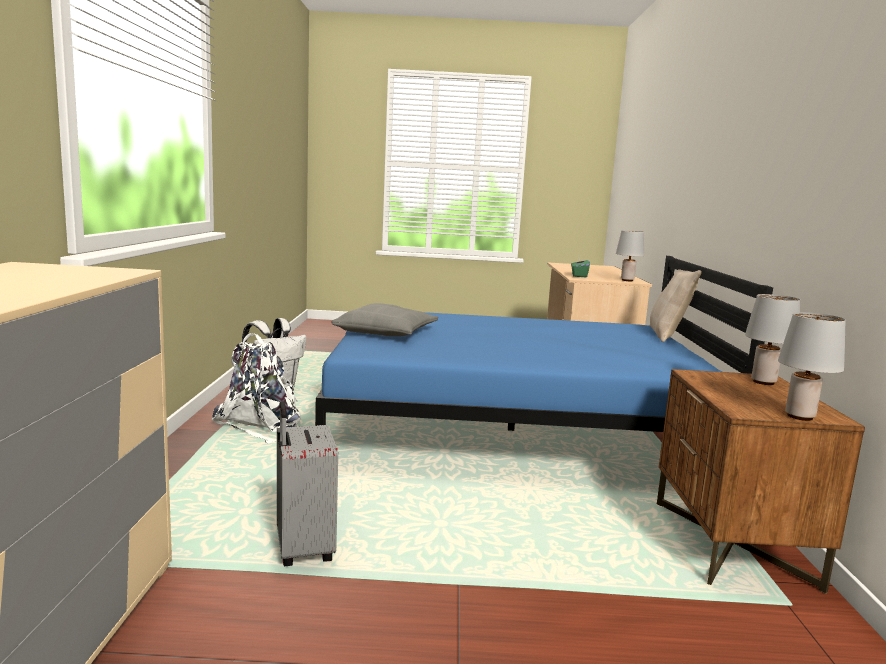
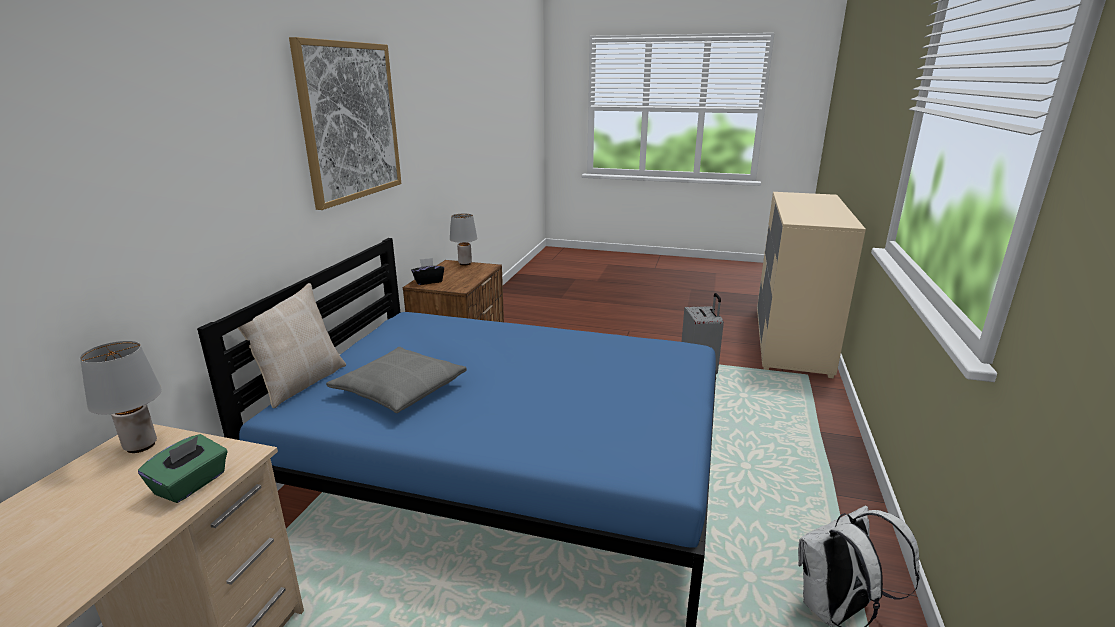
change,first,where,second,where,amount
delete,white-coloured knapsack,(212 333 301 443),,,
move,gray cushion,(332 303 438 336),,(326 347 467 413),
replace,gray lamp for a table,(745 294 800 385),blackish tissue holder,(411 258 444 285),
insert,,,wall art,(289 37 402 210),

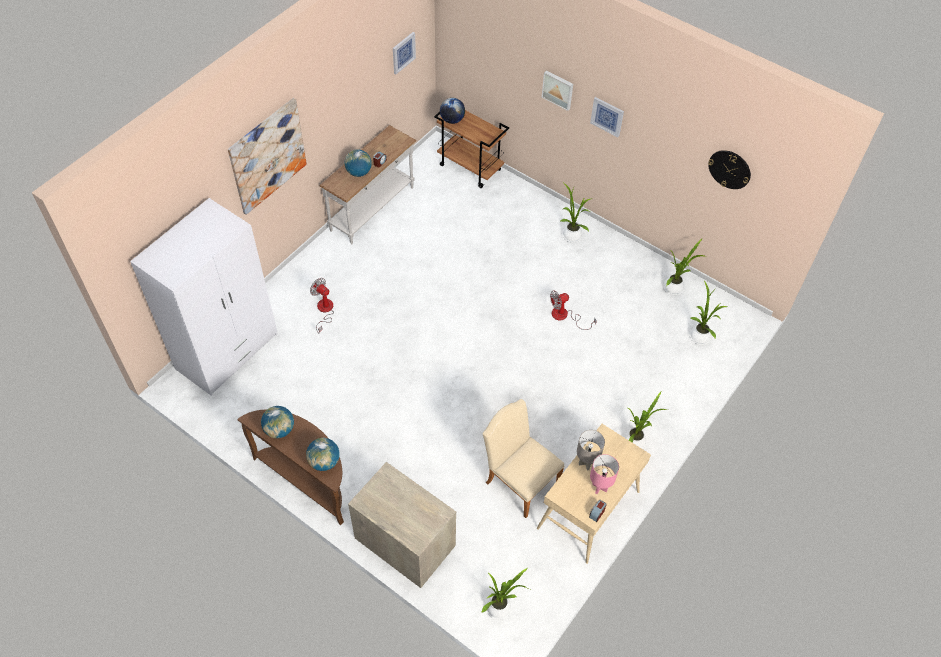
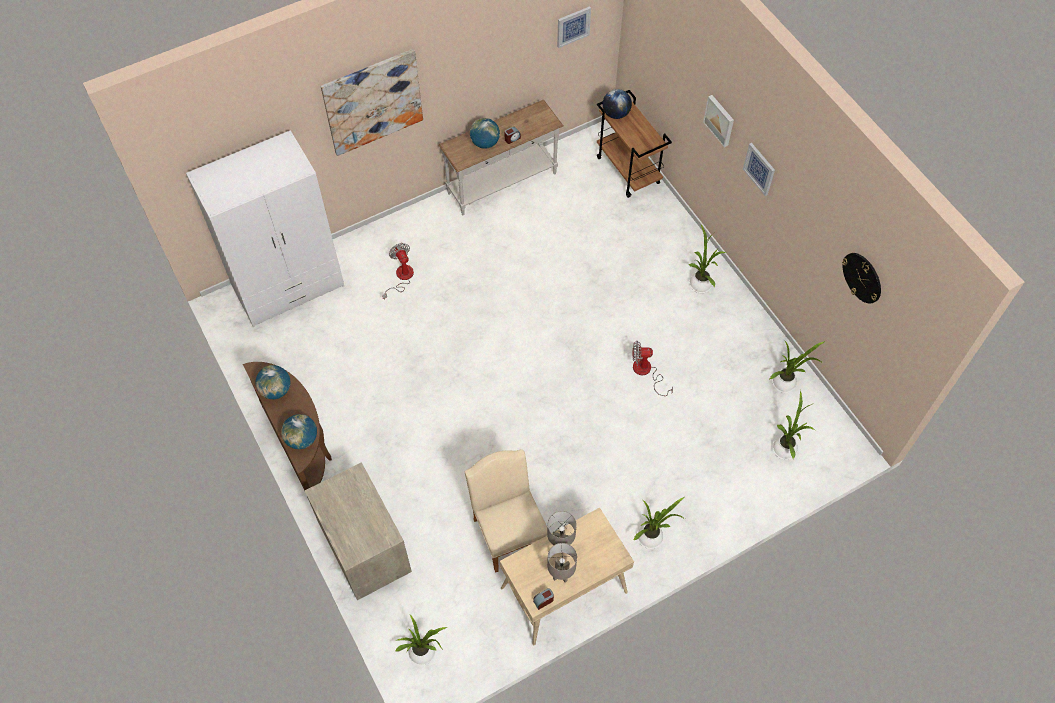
change,first,where,second,where,amount
recolor,pink lamp for a table,(590 454 619 494),gray lamp for a table,(547 543 577 583),

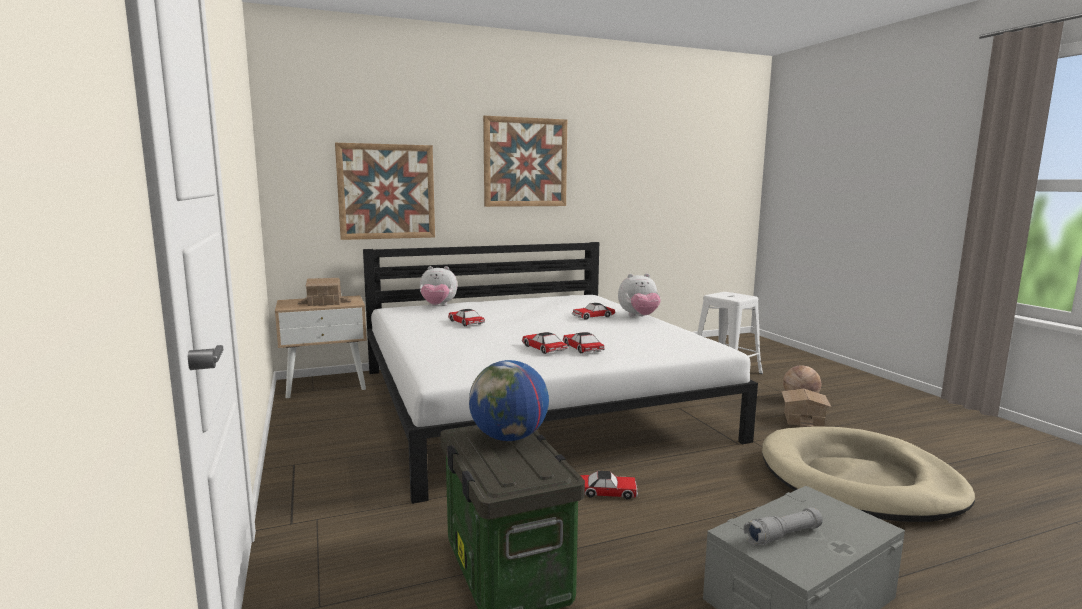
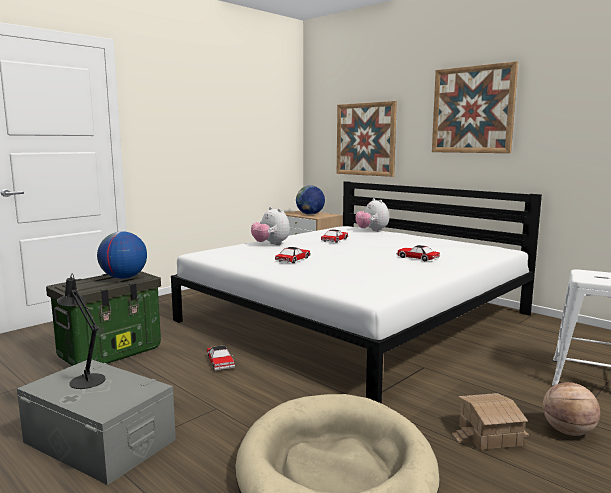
change,first,where,second,where,amount
replace,toy house,(298 278 351 306),desk globe,(296 185 325 215),
delete,miniature car,(563 332 605 353),,,
move,cuddly toy,(618 273 661 317),,(251 207 290 245),
replace,gray flashlight,(743 508 823 546),blackish lamp for a table,(57 273 105 389),

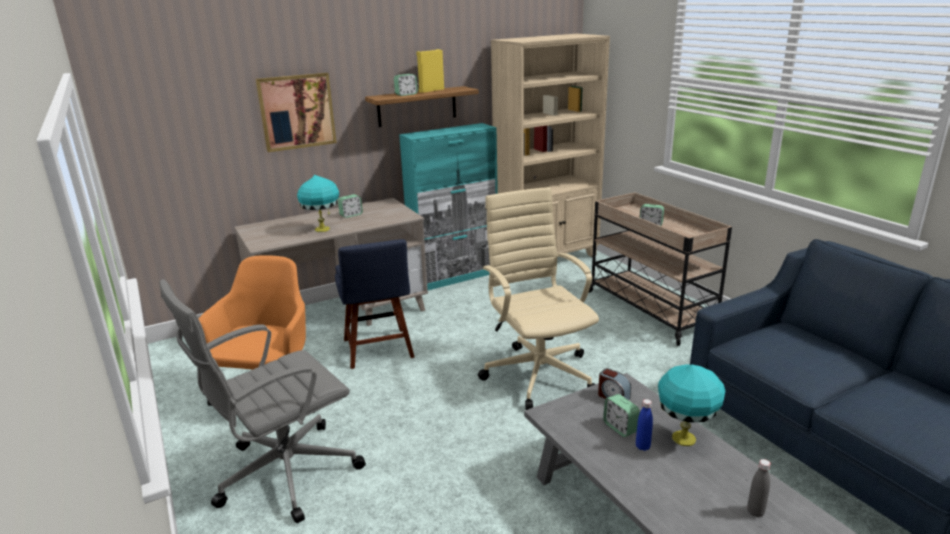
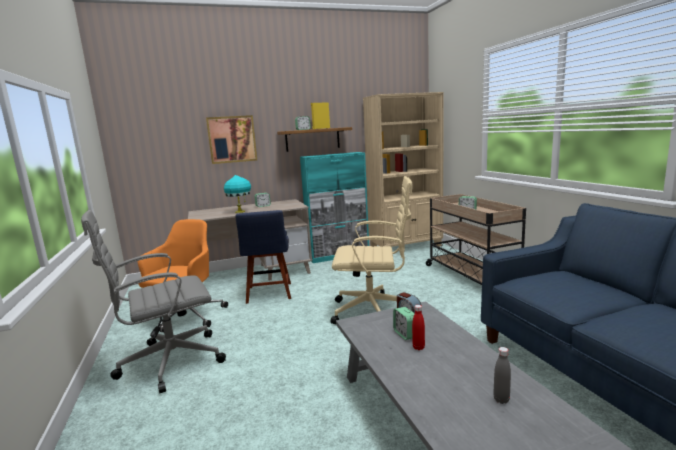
change,first,where,second,where,amount
rotate,beige office chair,(478 187 599 410),,(331 176 412 325),105 degrees clockwise
recolor,bluish drink bottle,(636 399 653 451),red-coloured drink bottle,(412 305 425 350),
delete,turquoise lamp for a table,(658 364 725 446),,,

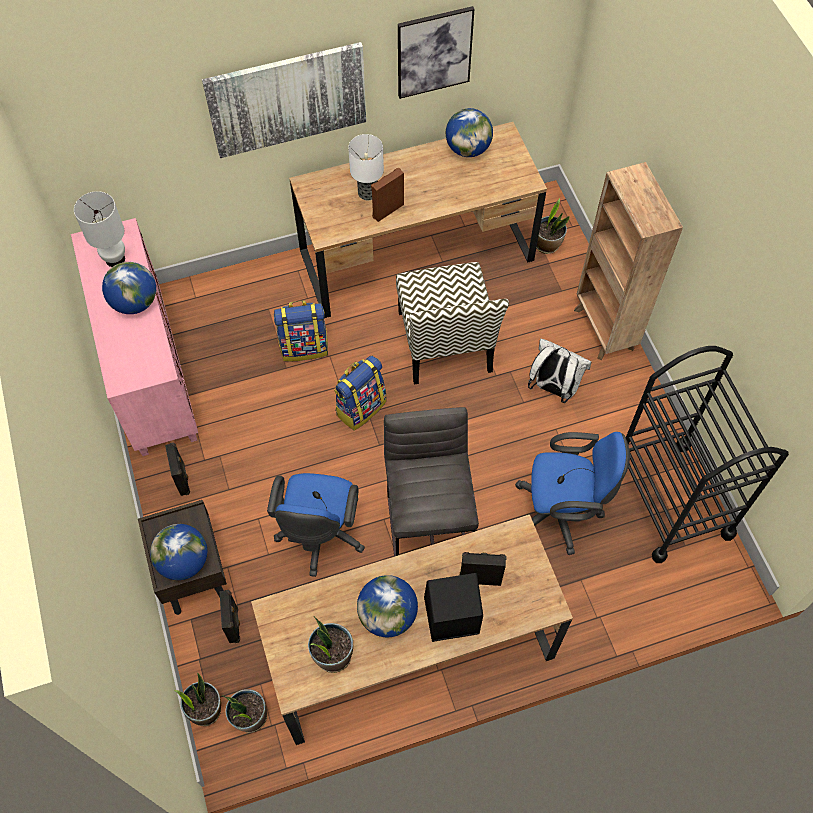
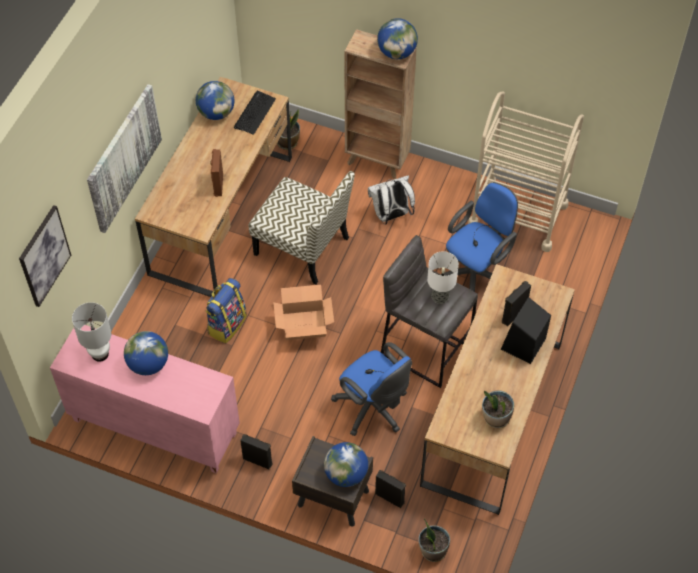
change,first,where,second,where,amount
delete,potted plant,(221 689 267 733),,,
replace,knapsack,(334 356 386 431),carton,(273 285 334 340),
move,lamp for a table,(348 134 384 200),,(427 251 459 304),
move,desk globe,(357 575 418 637),,(377 18 418 59),
move,wall art,(398 6 474 99),,(19 205 71 307),
recolor,blackish wheeled cart,(626 346 789 563),beige wheeled cart,(468 91 584 252),
insert,,,computer keyboard,(234 91 276 135),

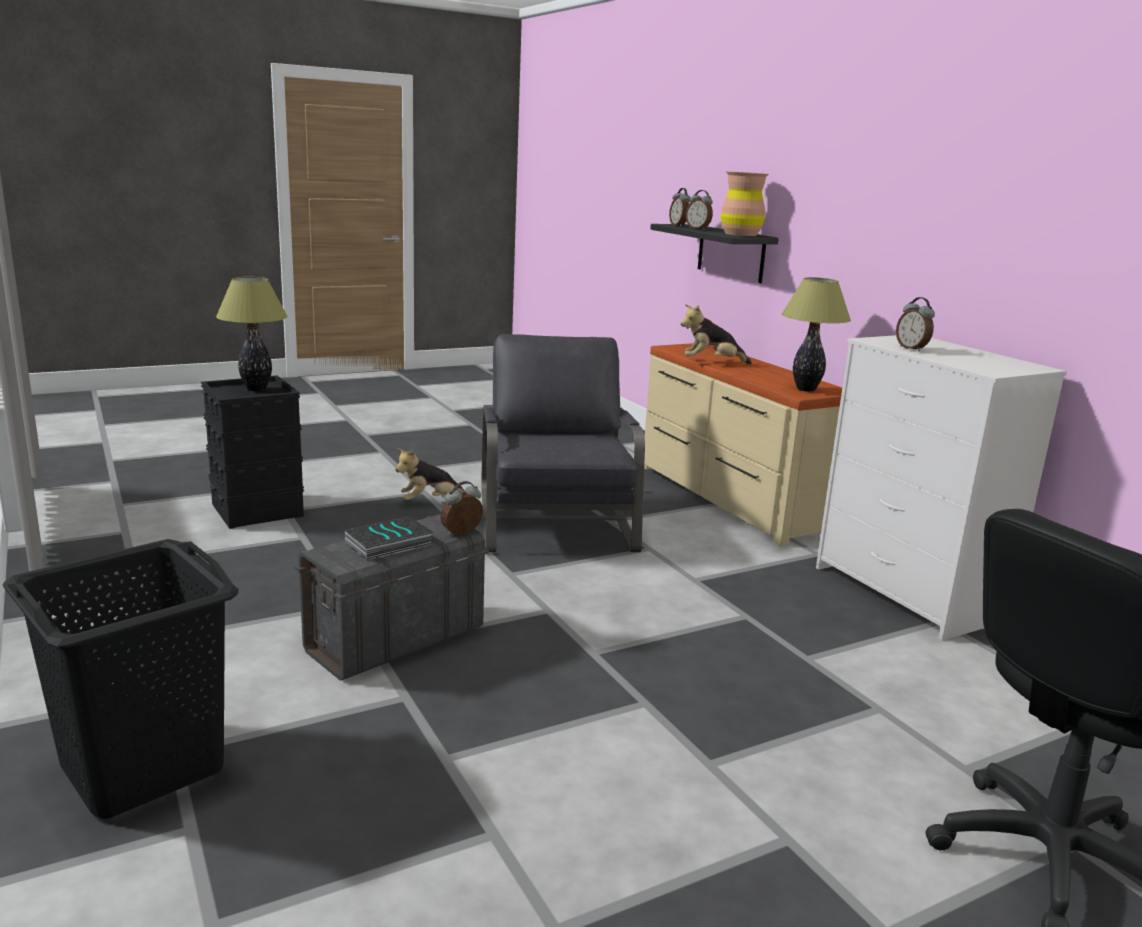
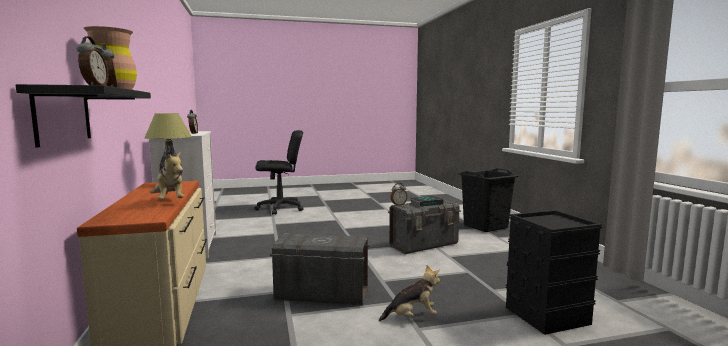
change,first,where,second,where,amount
delete,lamp for a table,(216 277 288 391),,,
replace,gray lounge chair,(481 334 645 552),gray storage bin,(270 233 369 305),
rotate,cuddly toy,(680 304 752 364),,(150 151 184 199),45 degrees clockwise

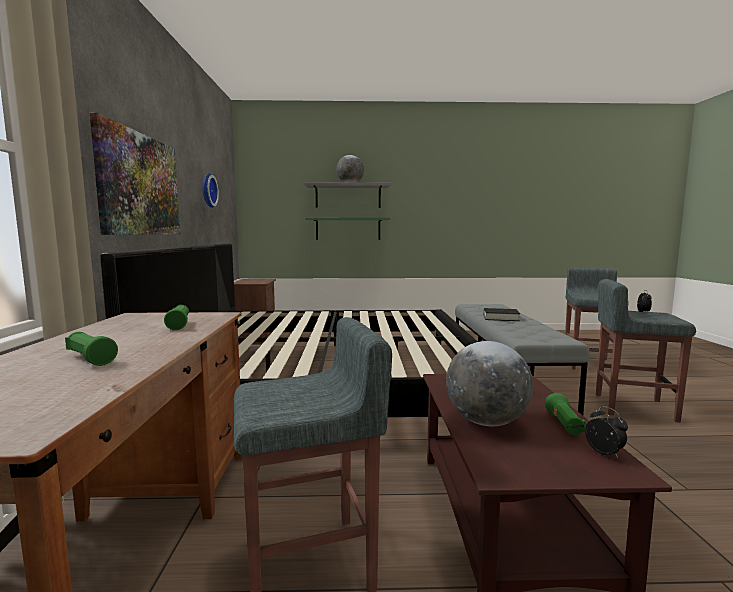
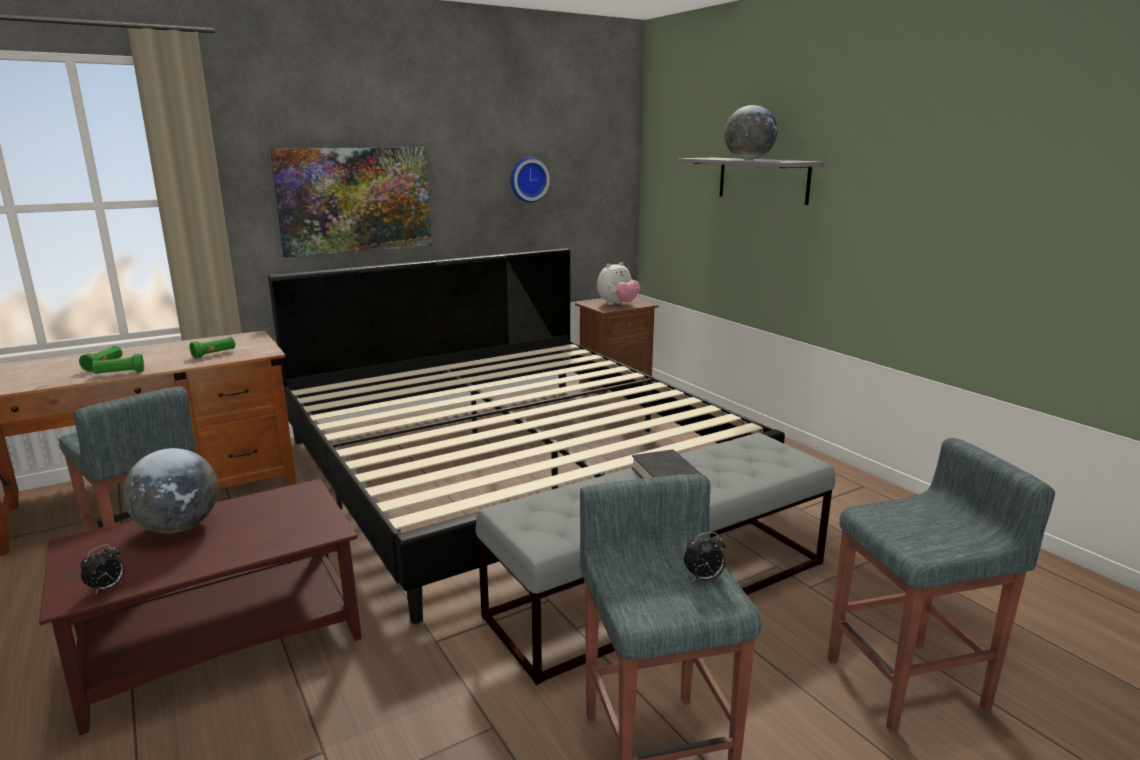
change,first,where,second,where,amount
delete,green bracket shelf,(305 217 390 240),,,
move,green flashlight,(545 393 586 435),,(92 354 144 374),
insert,,,cuddly toy,(597 262 640 305),

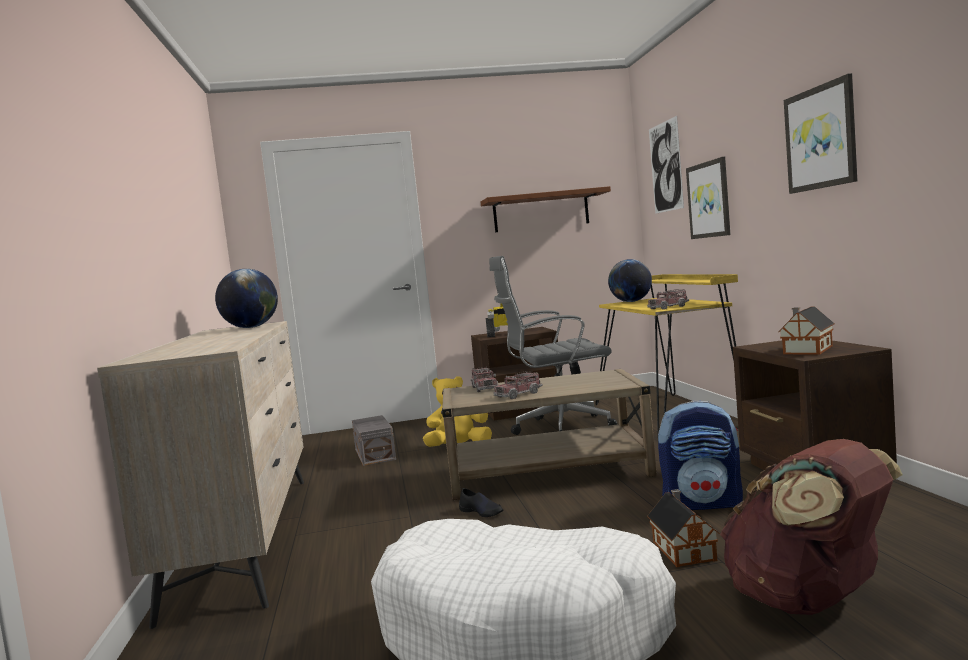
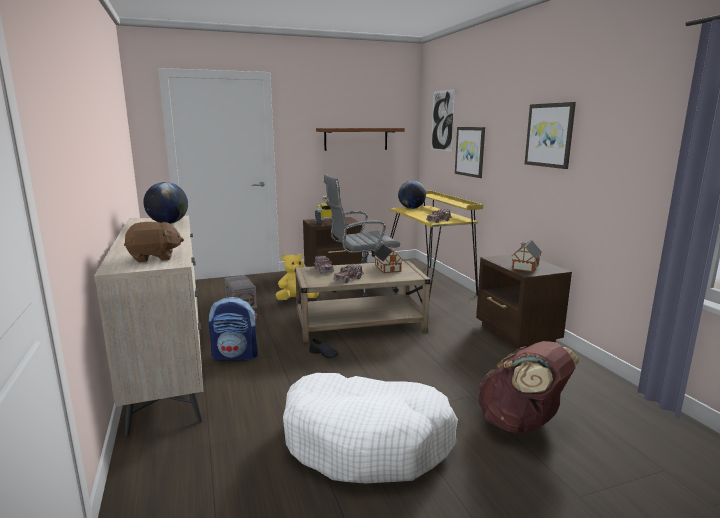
change,first,where,second,where,amount
move,toy house,(647 489 719 567),,(374 243 403 273),
move,knapsack,(658 401 743 510),,(209 297 258 361),
insert,,,brownish cuddly toy,(124 222 184 262),

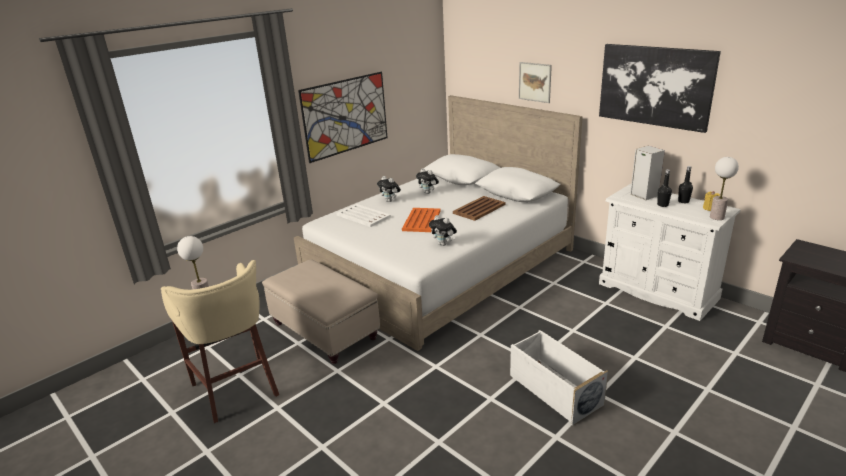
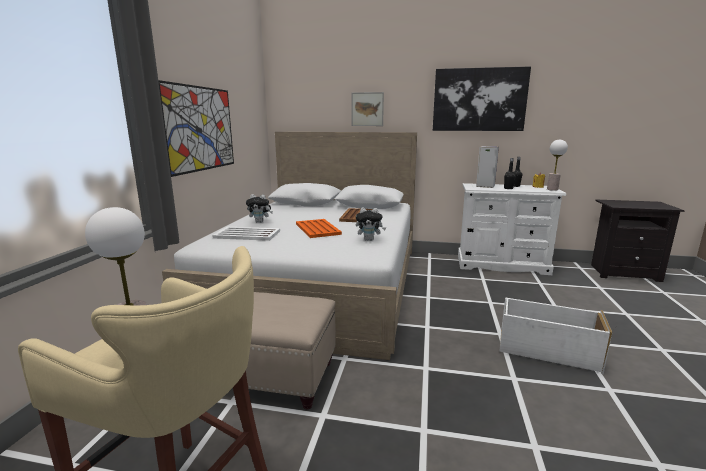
change,first,where,second,where,amount
delete,cuddly toy,(416 168 439 194),,,

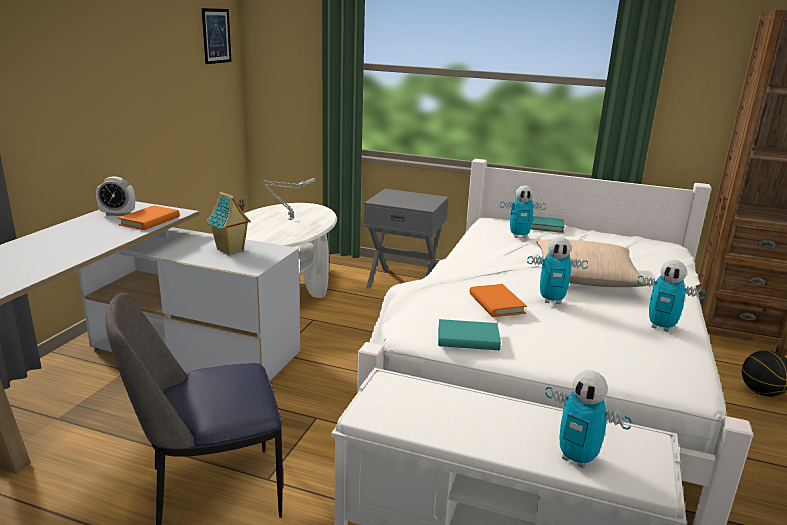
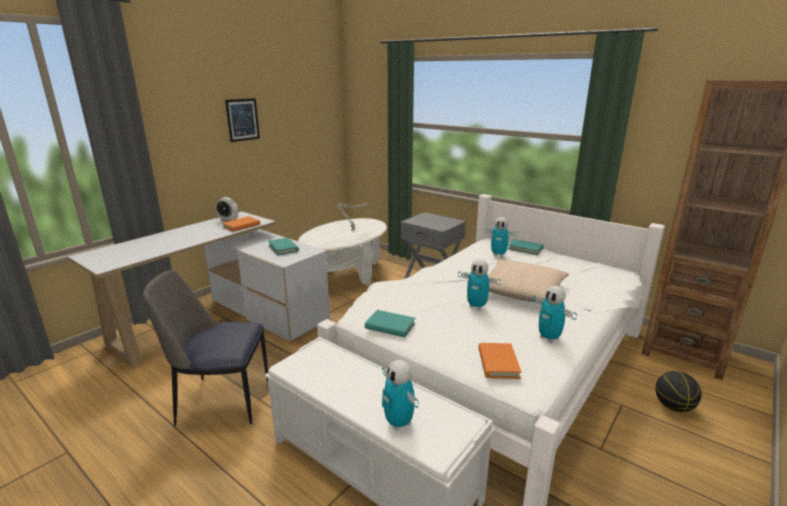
change,first,where,second,where,amount
move,wall art,(202 8 232 64),,(225 98 260 142),
replace,toy house,(207 192 251 255),turquoise bound book,(268 238 299 256),
move,orangey bound book,(469 284 527 317),,(478 343 522 379),

